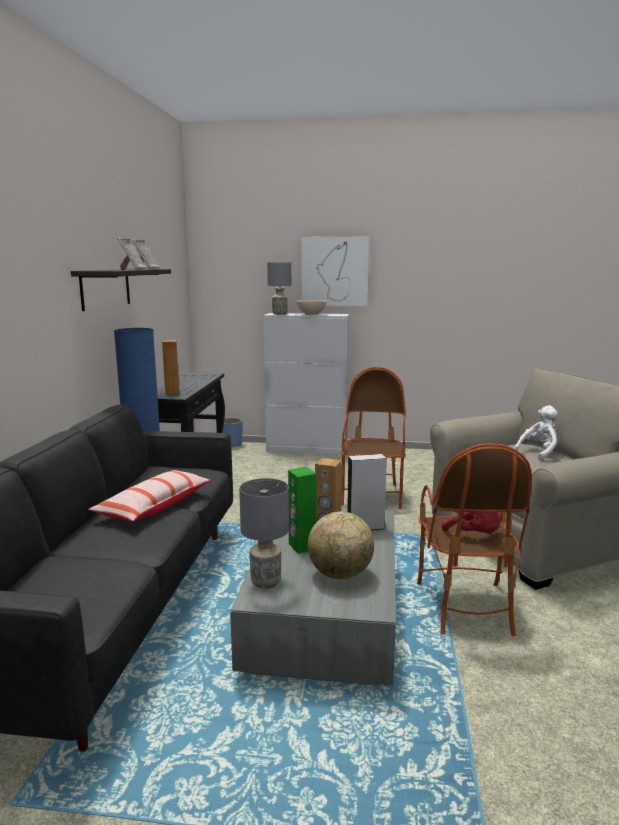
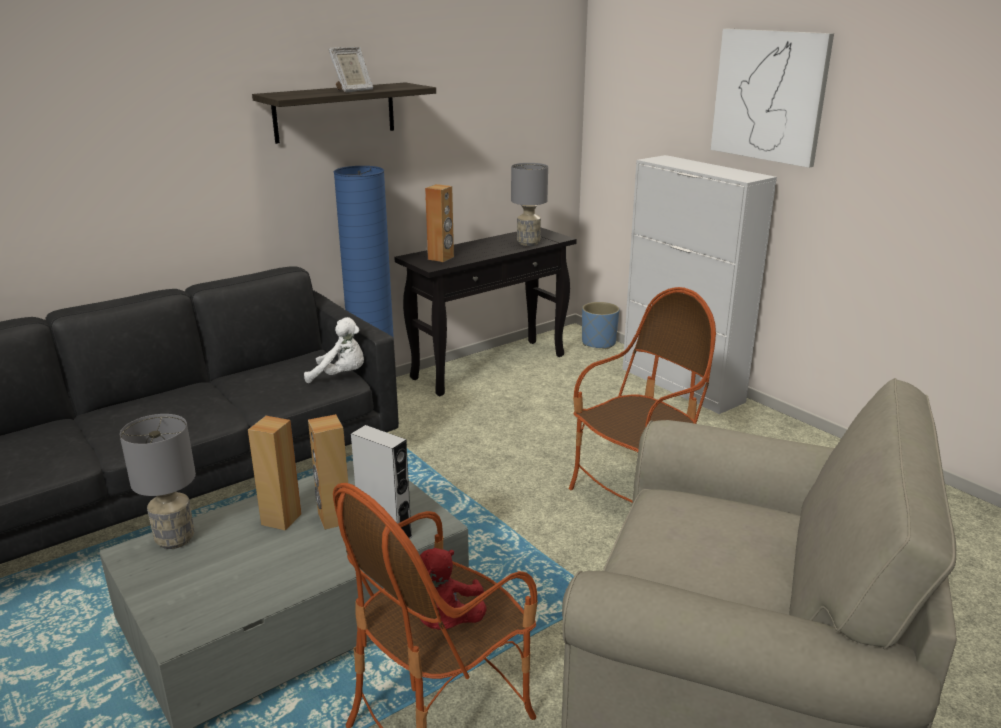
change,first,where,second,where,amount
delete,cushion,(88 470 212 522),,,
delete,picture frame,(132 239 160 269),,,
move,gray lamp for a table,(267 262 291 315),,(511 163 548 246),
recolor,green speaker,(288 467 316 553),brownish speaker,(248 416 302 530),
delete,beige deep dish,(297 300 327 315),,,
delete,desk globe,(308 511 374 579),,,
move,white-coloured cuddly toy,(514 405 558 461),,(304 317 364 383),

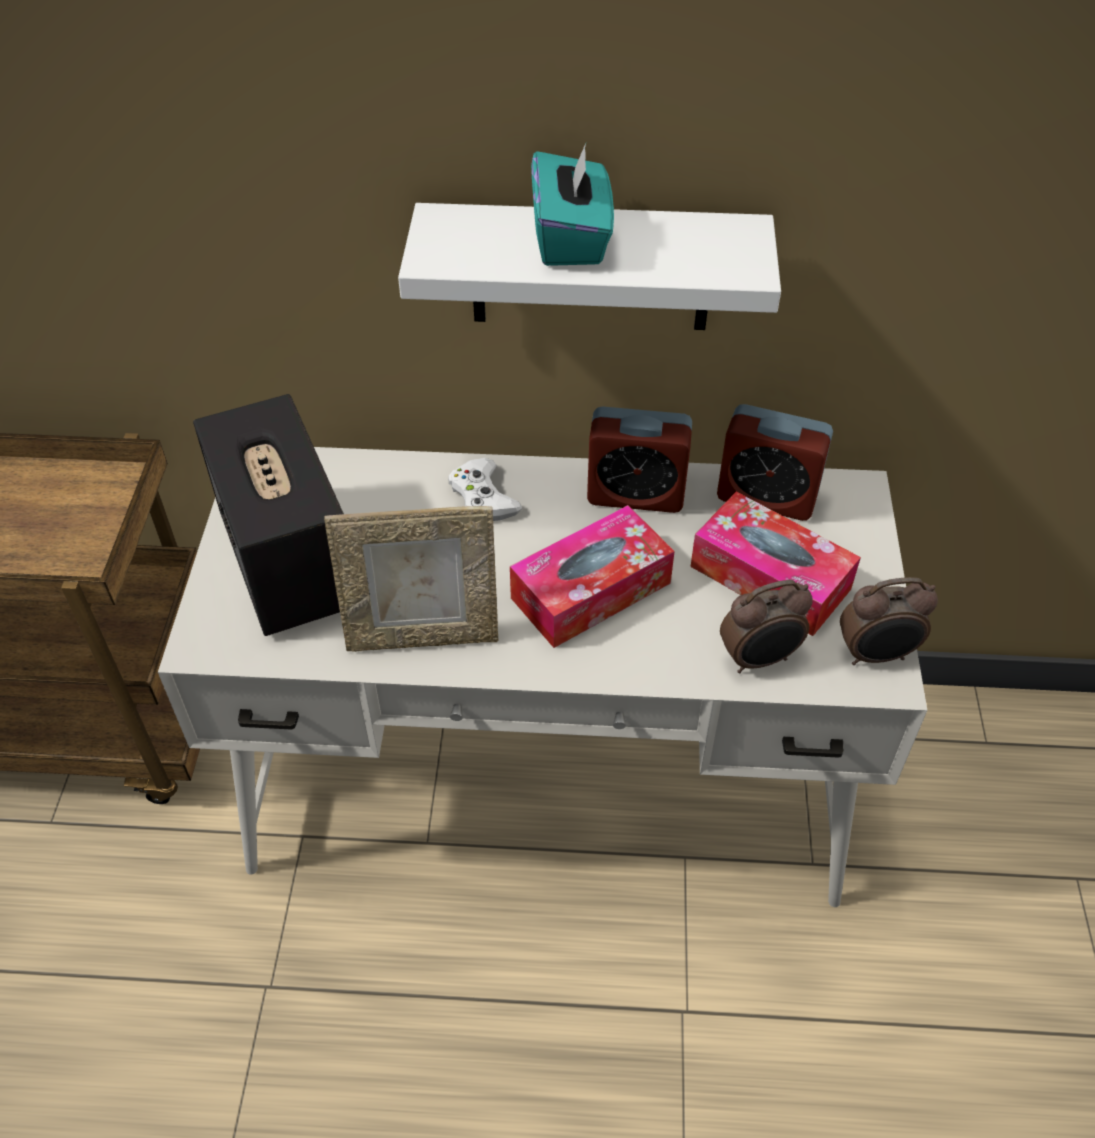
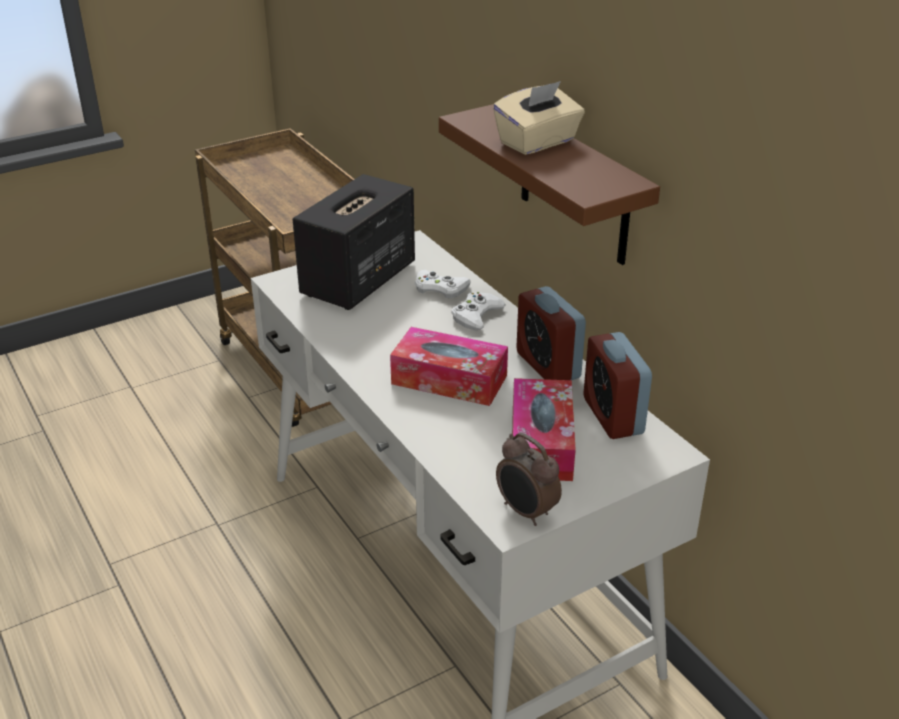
change,first,where,second,where,amount
delete,picture frame,(324 506 498 652),,,
recolor,white-coloured bracket shelf,(398 203 781 330),brownish bracket shelf,(439 104 660 265),
recolor,turquoise tissue holder,(531 143 614 266),beige tissue holder,(493 81 585 155),
delete,bedside clock,(720 580 813 673),,,
insert,,,white-coloured gamepad,(415 270 471 298),

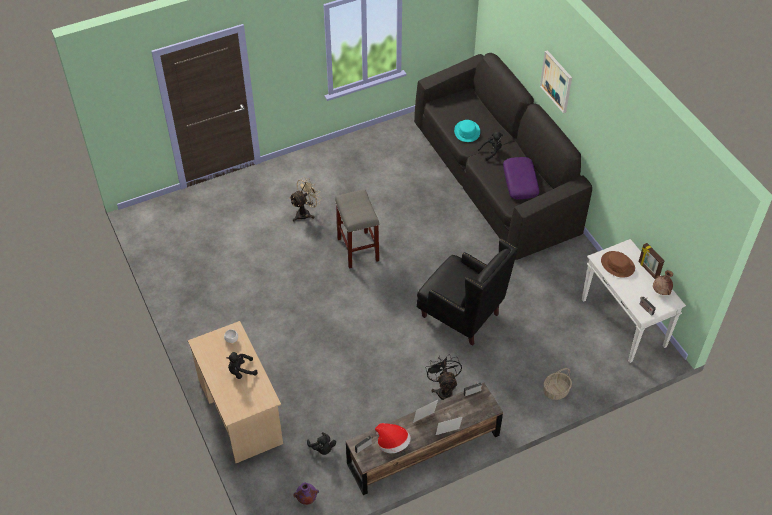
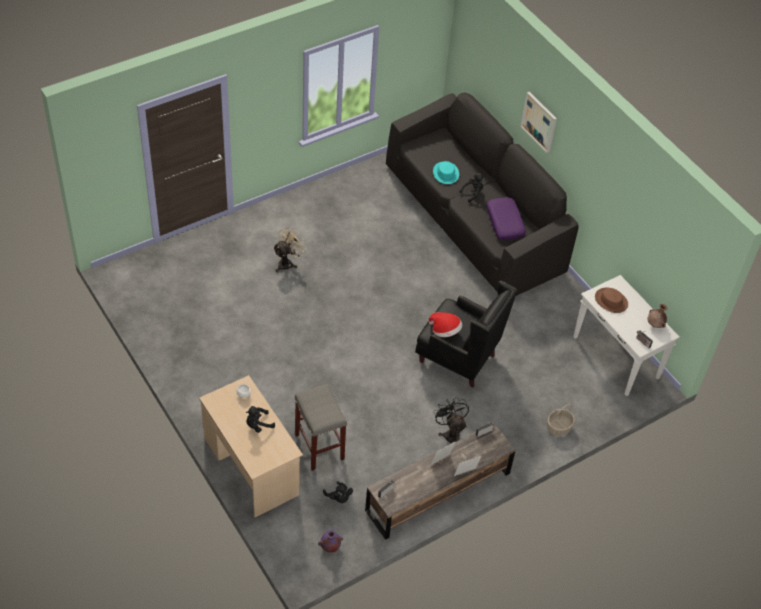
change,first,where,second,where,amount
move,gray stool seat,(335 190 379 268),,(295 384 347 471),
move,hat,(375 423 411 453),,(429 312 462 337),
delete,picture frame,(639 243 664 279),,,

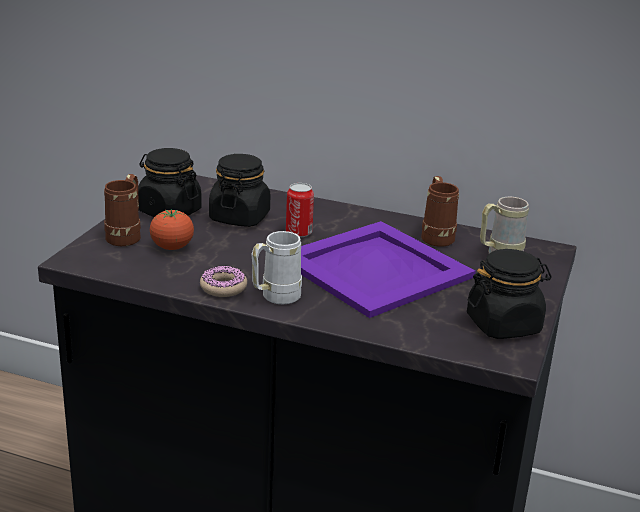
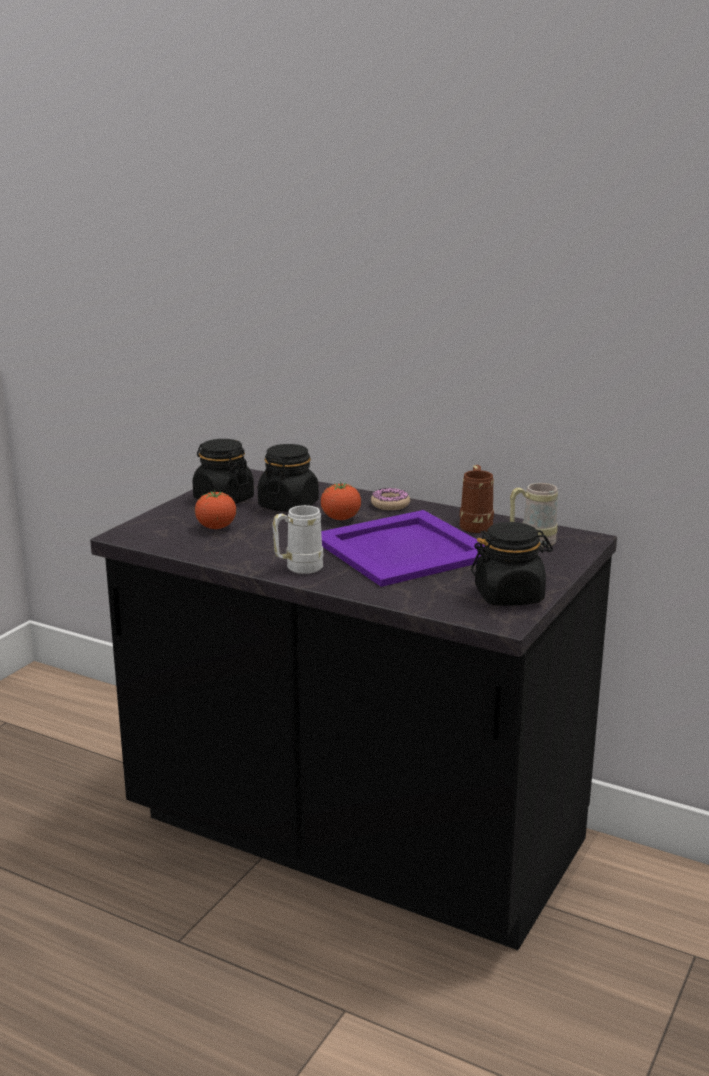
change,first,where,second,where,amount
delete,brownish mug,(104 174 141 246),,,
move,ring doughnut,(200 266 247 297),,(371 488 410 510),
replace,sealed can,(286 183 314 238),whole tomato,(321 482 361 520),

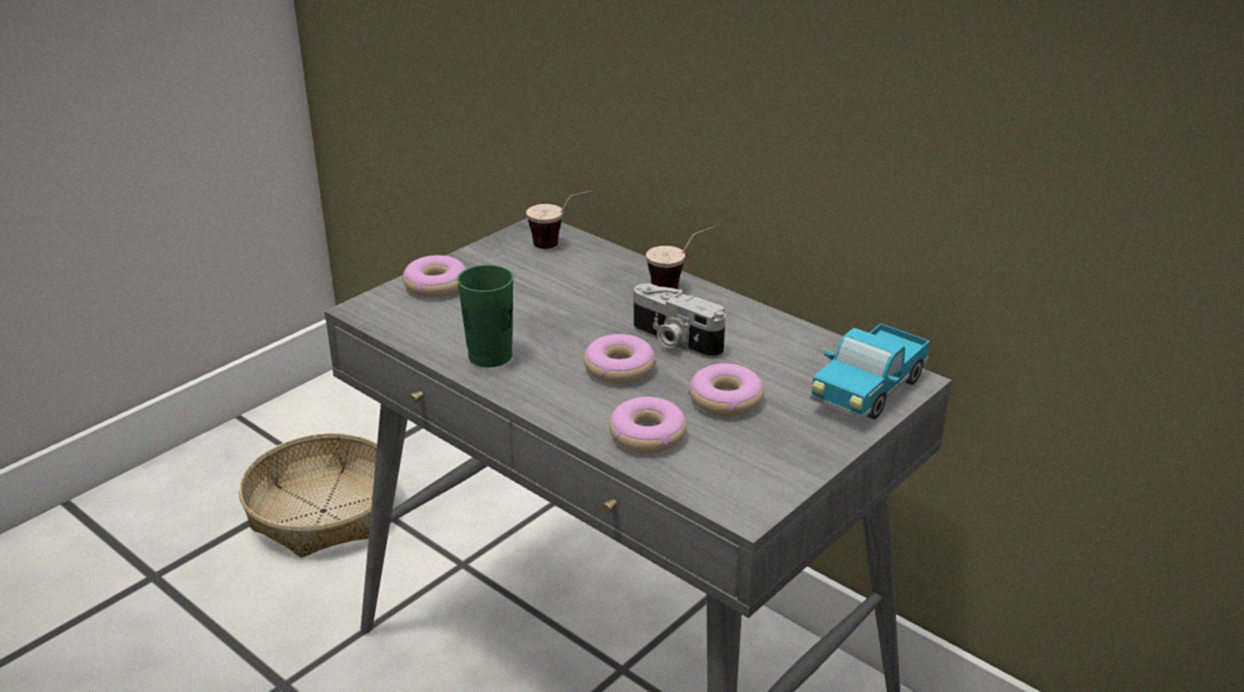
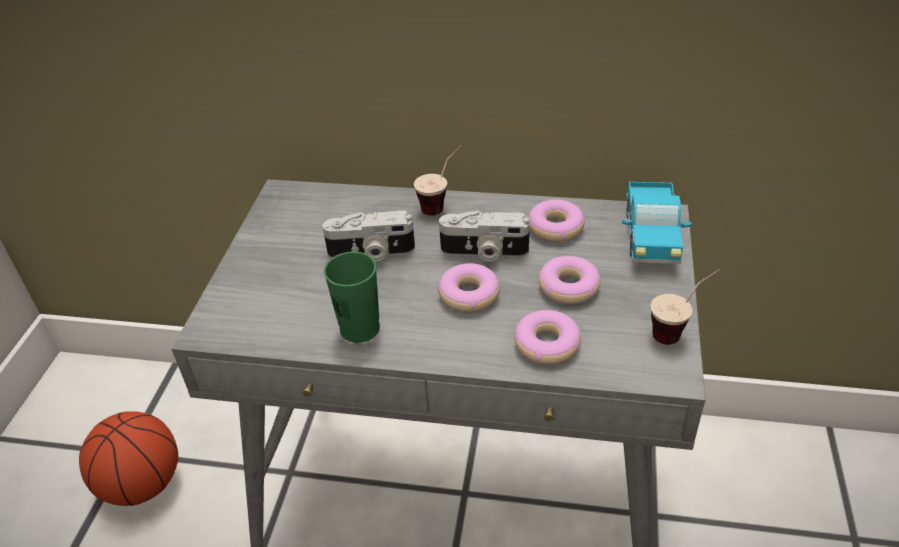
change,first,where,second,where,amount
replace,basket,(239 433 377 558),basketball,(79 411 178 506),
move,ring doughnut,(403 255 466 297),,(528 200 585 242),
move,cup,(526 190 593 249),,(651 269 720 345),
insert,,,photo camera,(322 210 415 262),

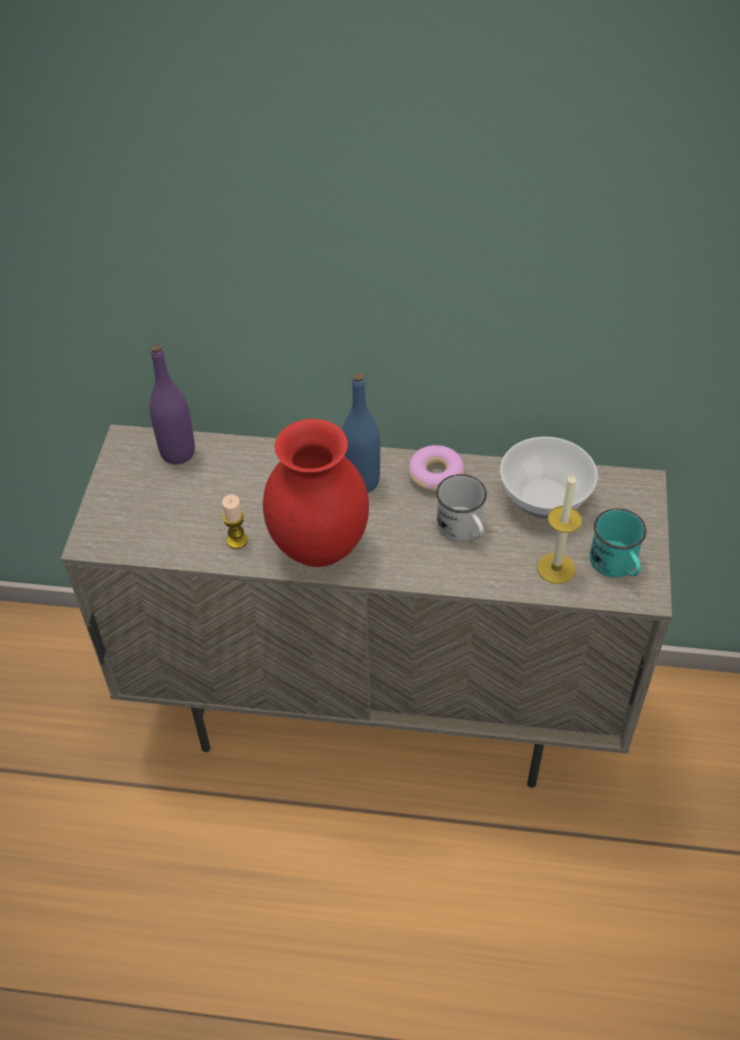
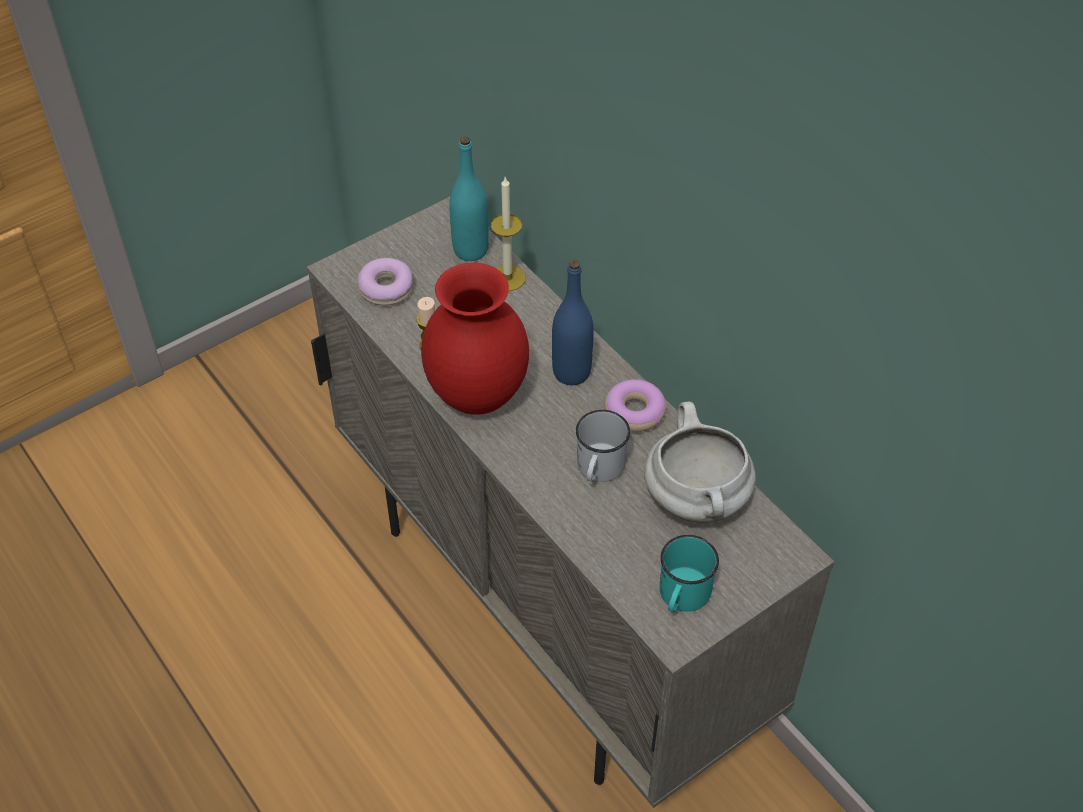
change,first,where,second,where,amount
recolor,purple drink bottle,(149 344 195 465),turquoise drink bottle,(449 137 489 261),
replace,deep dish,(500 437 598 519),white-coloured cooking pot,(644 402 756 523),
move,candle,(537 474 582 584),,(491 177 526 291),
insert,,,ring doughnut,(357 258 413 306),

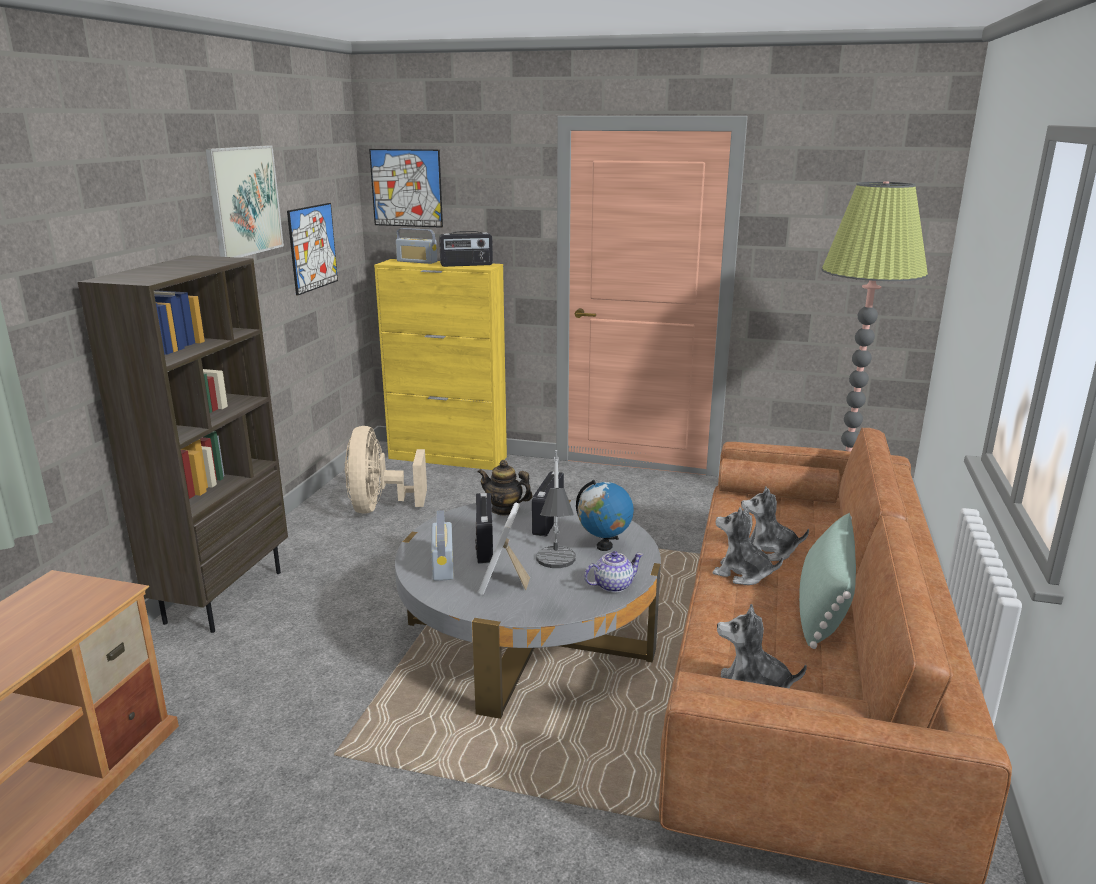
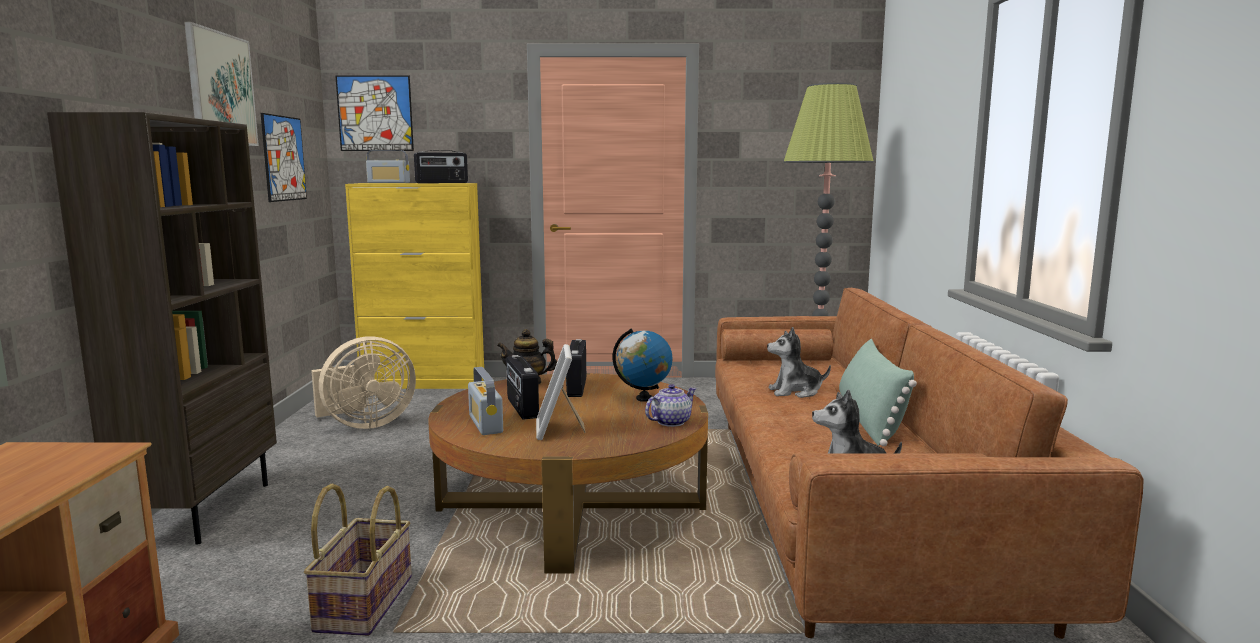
change,first,where,second,where,amount
rotate,beige electric fan,(345 426 427 514),,(311 336 416 429),105 degrees counterclockwise
recolor,gray low table,(395 497 661 719),brownish low table,(428 373 708 573),
delete,lamp for a table,(536 450 576 568),,,
delete,cuddly toy,(713 506 783 585),,,
insert,,,basket,(304 483 412 636),

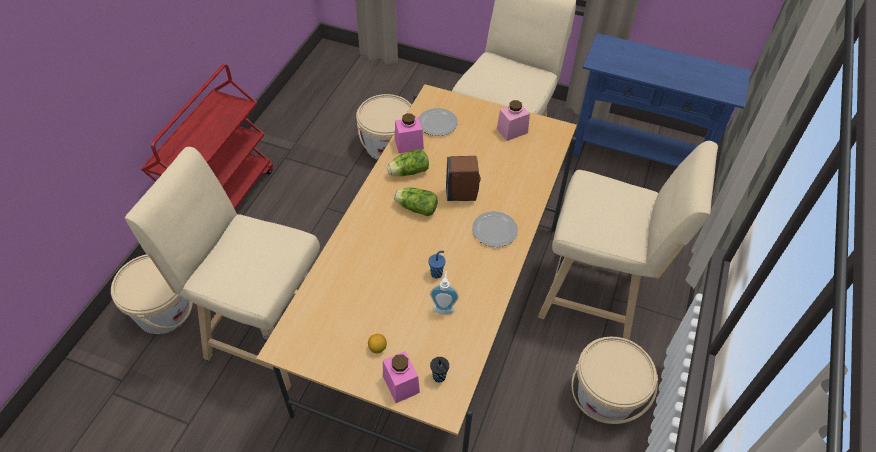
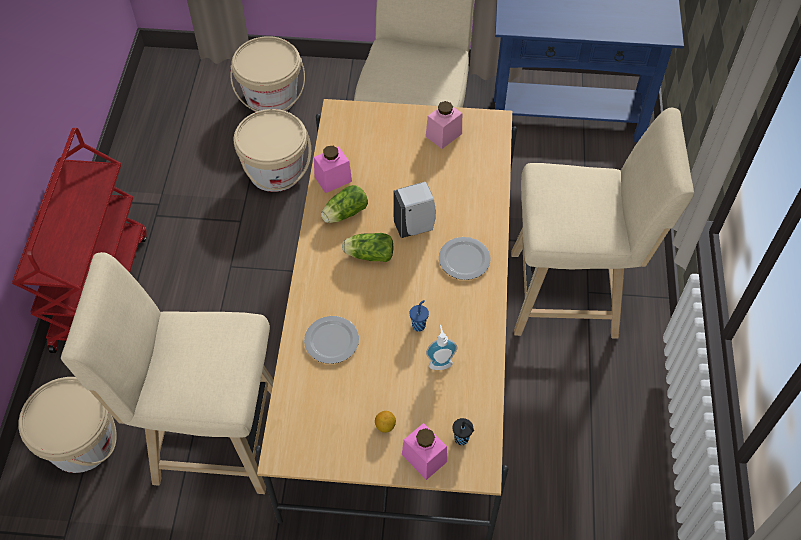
change,first,where,second,where,amount
move,plate,(419 108 458 136),,(304 316 359 364),
recolor,brownish liquid soap bottle,(446 156 481 201),white-coloured liquid soap bottle,(393 181 436 238),
move,beige water bucket,(571 337 658 424),,(230 36 305 112),

